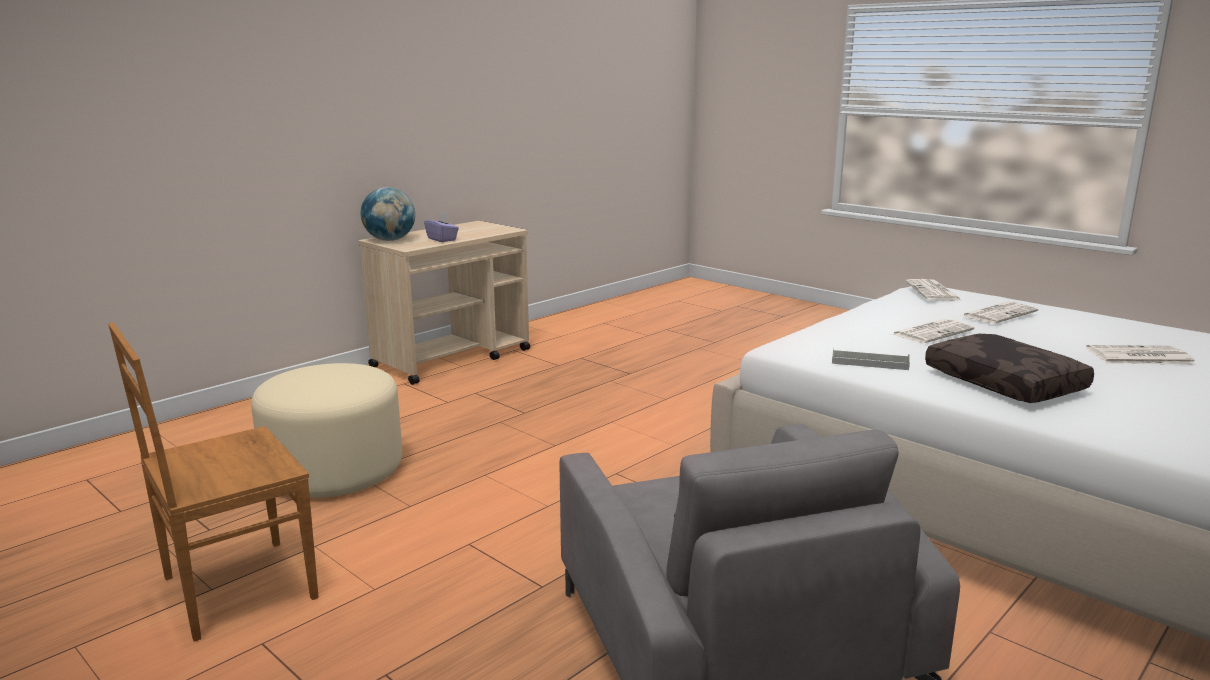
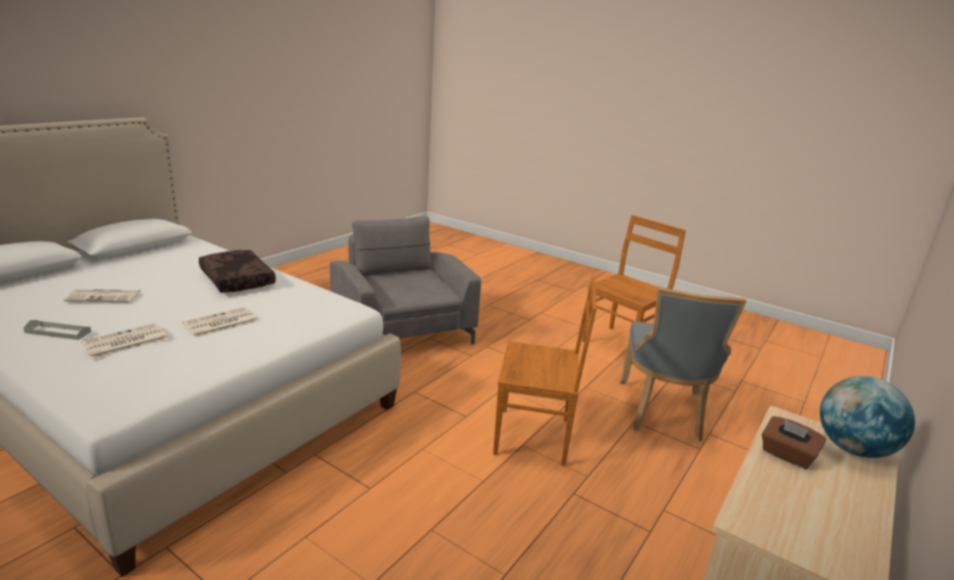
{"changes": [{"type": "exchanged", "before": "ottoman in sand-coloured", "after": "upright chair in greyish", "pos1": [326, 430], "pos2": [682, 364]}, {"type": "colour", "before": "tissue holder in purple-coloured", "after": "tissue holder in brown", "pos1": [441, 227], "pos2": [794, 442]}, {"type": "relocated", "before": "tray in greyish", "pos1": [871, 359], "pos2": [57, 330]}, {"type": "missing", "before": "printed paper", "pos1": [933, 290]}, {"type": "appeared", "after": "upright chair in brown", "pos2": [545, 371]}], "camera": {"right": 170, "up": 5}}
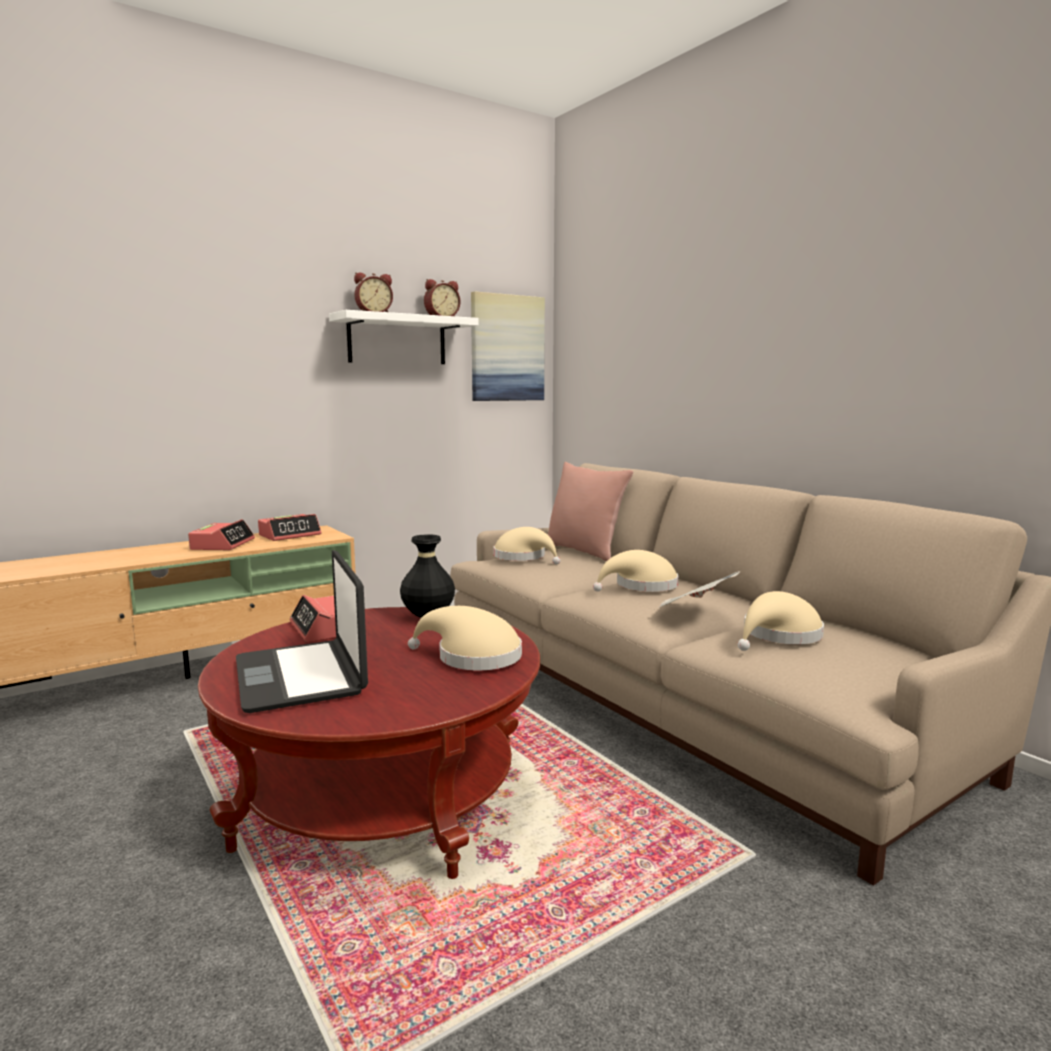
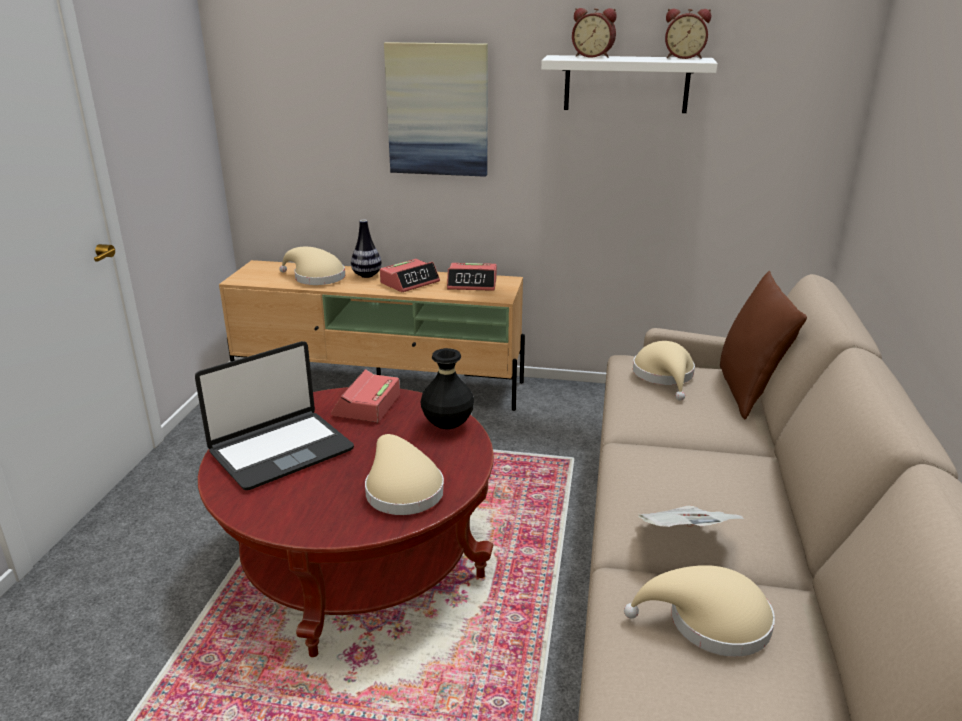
{"changes": [{"type": "spun", "before": "notebook computer", "pos1": [302, 631], "pos2": [274, 415], "turn": -150}, {"type": "relocated", "before": "picture", "pos1": [508, 346], "pos2": [436, 109]}, {"type": "colour", "before": "throw pillow in pink-coloured", "after": "throw pillow in brown", "pos1": [590, 512], "pos2": [763, 345]}, {"type": "relocated", "before": "wearable hat in sand-coloured", "pos1": [635, 571], "pos2": [312, 266]}, {"type": "appeared", "after": "vase", "pos2": [366, 249]}], "camera": {"right": 45, "up": 15}}
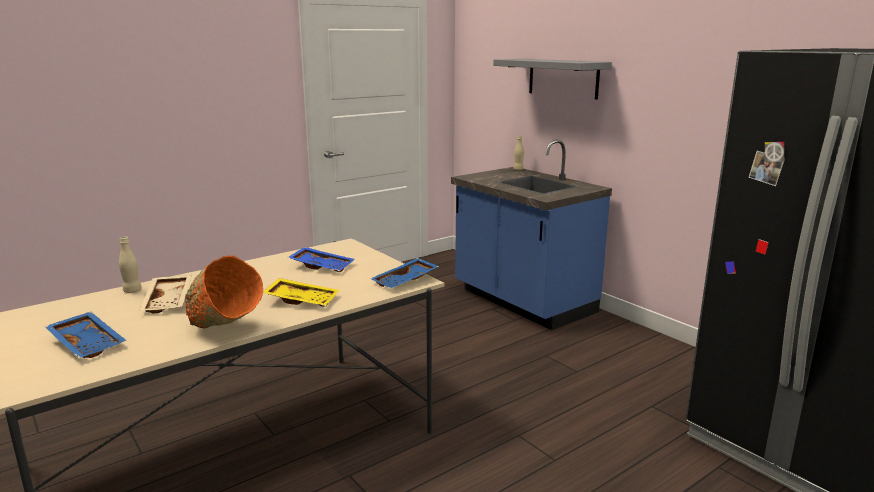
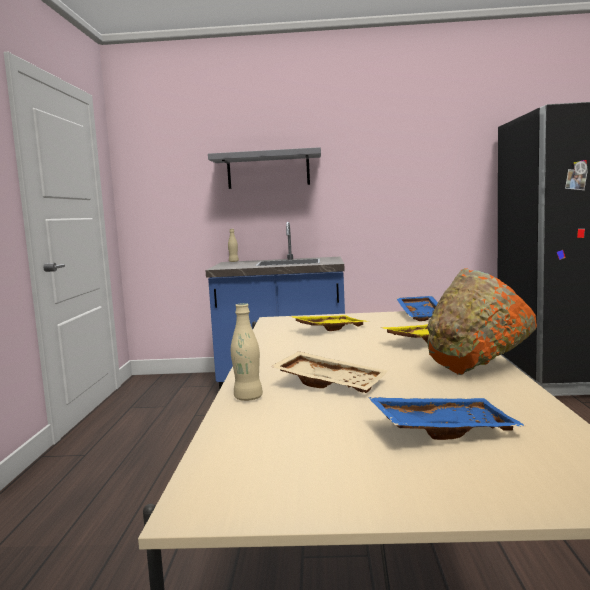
{"changes": [{"type": "colour", "before": "tray in blue-coloured", "after": "tray in yellowish", "pos1": [320, 259], "pos2": [329, 323]}], "camera": {"right": -50, "up": -10}}
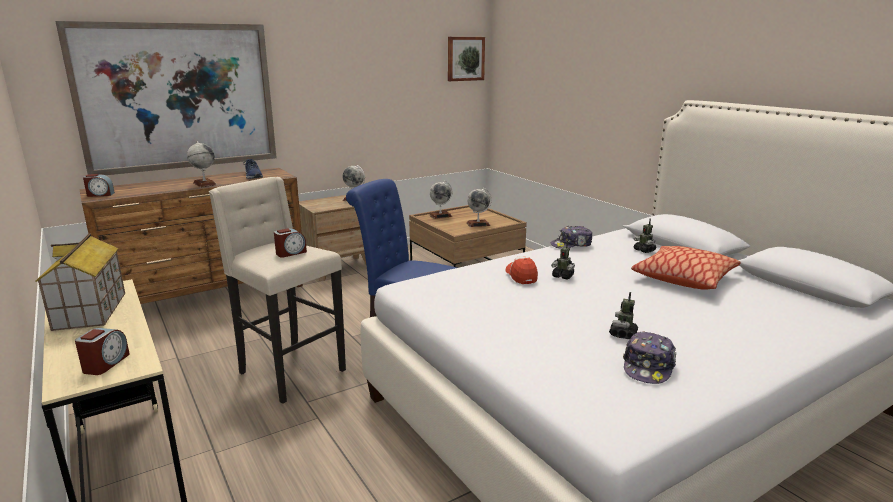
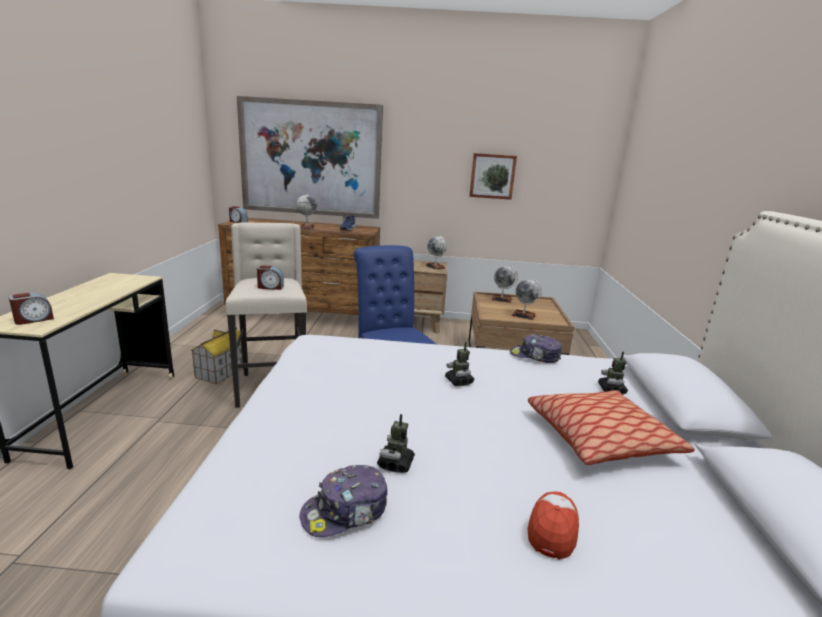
{"changes": [{"type": "relocated", "before": "model house", "pos1": [80, 282], "pos2": [217, 355]}, {"type": "relocated", "before": "picture", "pos1": [466, 59], "pos2": [493, 176]}, {"type": "relocated", "before": "baseball cap", "pos1": [521, 270], "pos2": [553, 525]}, {"type": "spun", "before": "model robot", "pos1": [623, 315], "pos2": [396, 443], "turn": -45}], "camera": {"right": 35, "up": 0}}
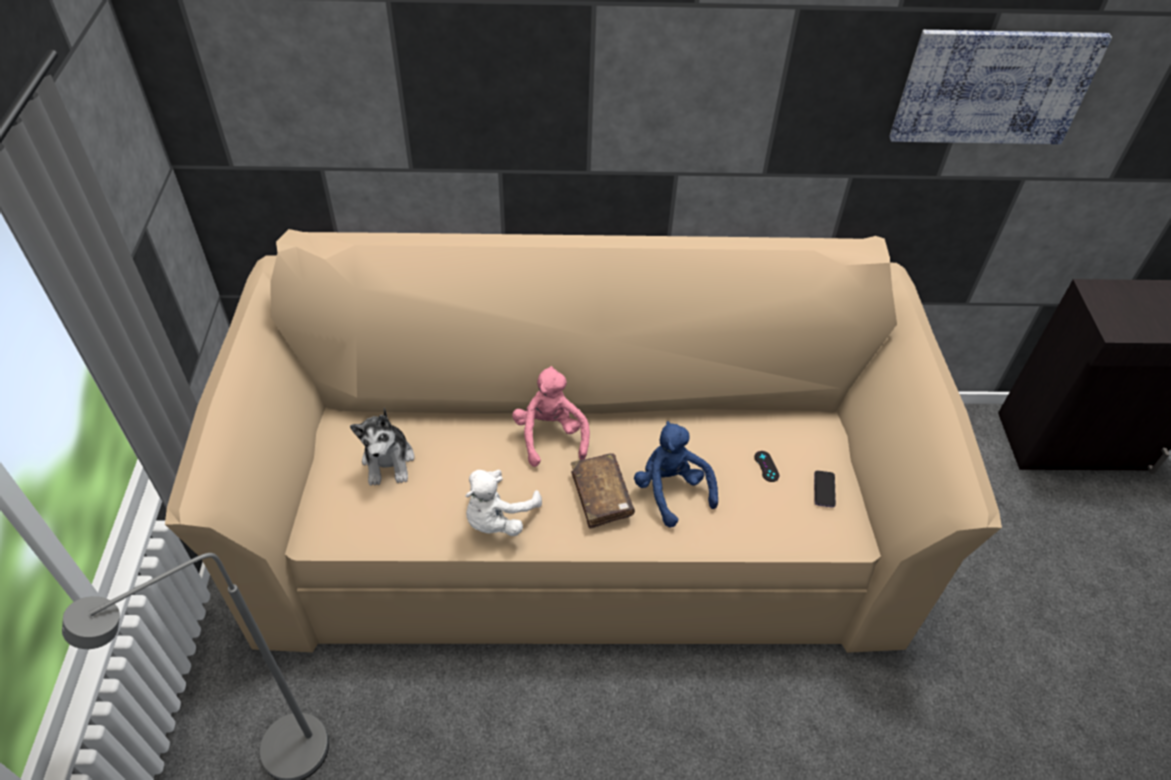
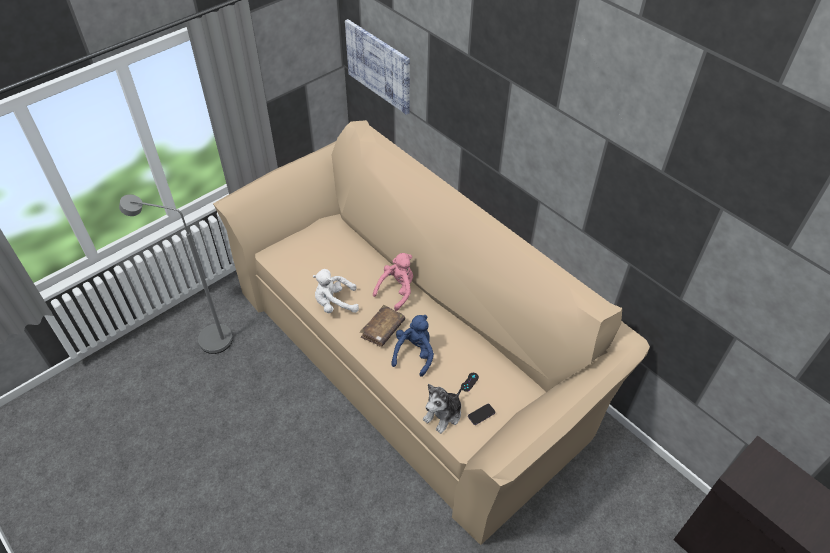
{"changes": [{"type": "relocated", "before": "cuddly toy", "pos1": [382, 447], "pos2": [442, 409]}, {"type": "relocated", "before": "picture", "pos1": [1000, 87], "pos2": [377, 67]}], "camera": {"right": 50, "up": 0}}
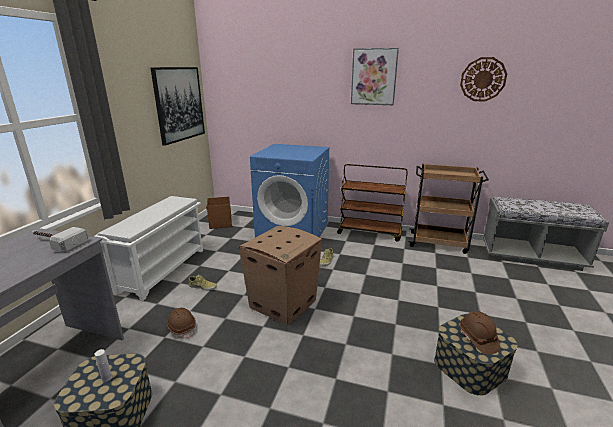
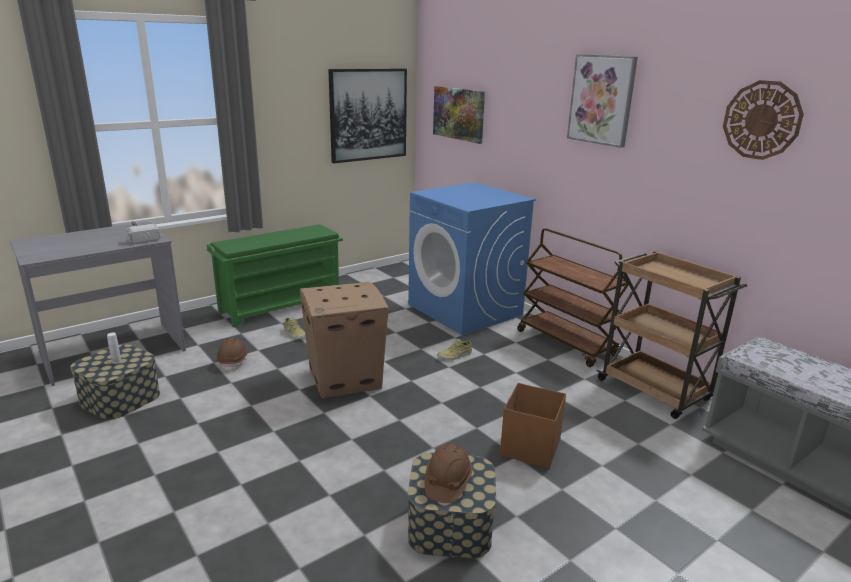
{"changes": [{"type": "colour", "before": "shoe shelf in white", "after": "shoe shelf in green-coloured", "pos1": [148, 248], "pos2": [275, 275]}, {"type": "relocated", "before": "storage box in brown", "pos1": [219, 213], "pos2": [533, 426]}, {"type": "appeared", "after": "picture", "pos2": [459, 115]}], "camera": {"right": 35, "up": 0}}
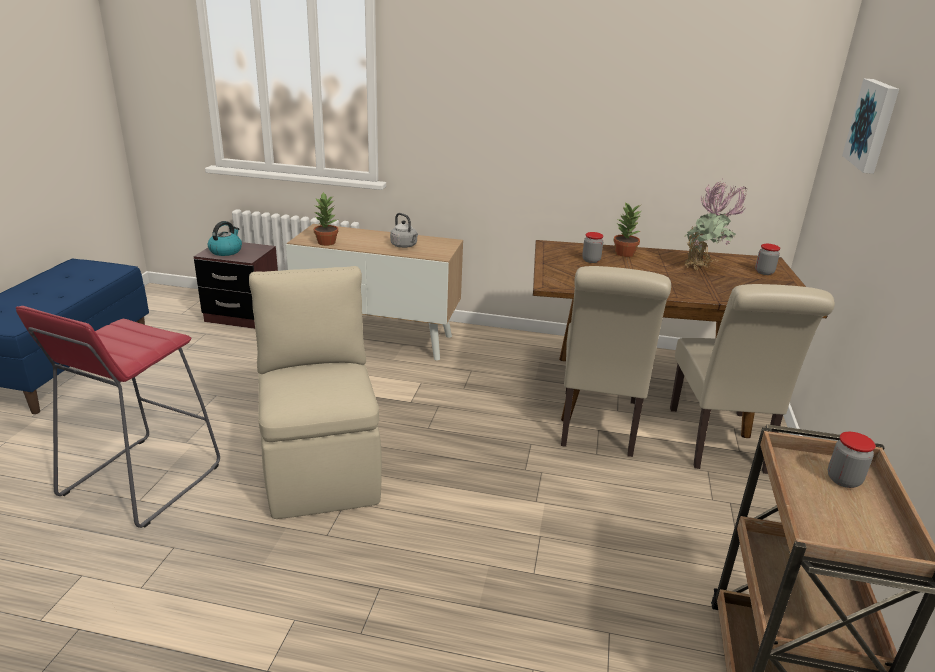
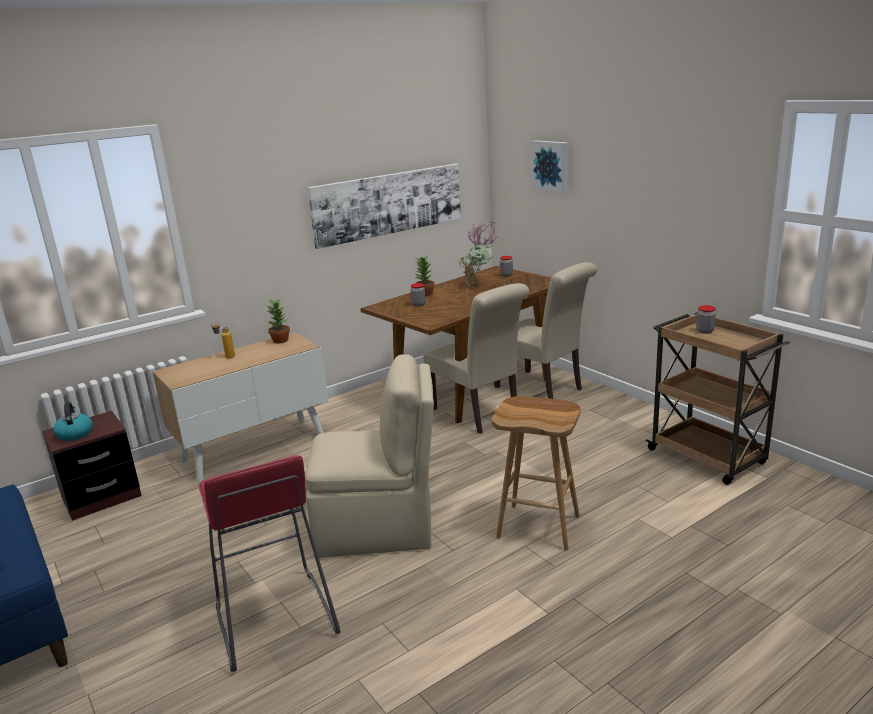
{"changes": [{"type": "spun", "before": "upright chair in sand-coloured", "pos1": [315, 392], "pos2": [369, 456], "turn": 150}, {"type": "relocated", "before": "plant in a pot", "pos1": [325, 219], "pos2": [278, 320]}, {"type": "missing", "before": "tea kettle in greyish", "pos1": [404, 230]}, {"type": "appeared", "after": "beverage bottle", "pos2": [223, 340]}, {"type": "appeared", "after": "picture", "pos2": [384, 206]}, {"type": "appeared", "after": "sitting stool in brown", "pos2": [536, 473]}], "camera": {"right": -45, "up": -5}}
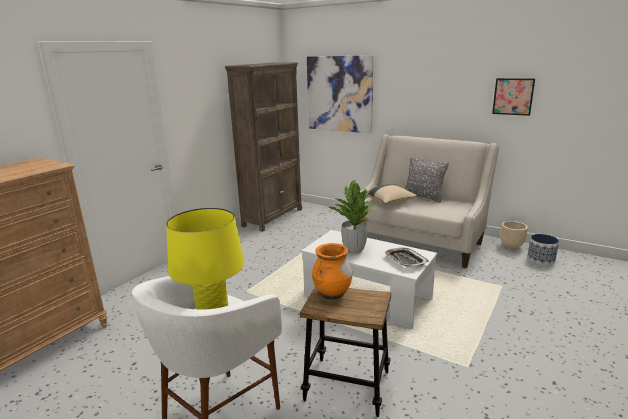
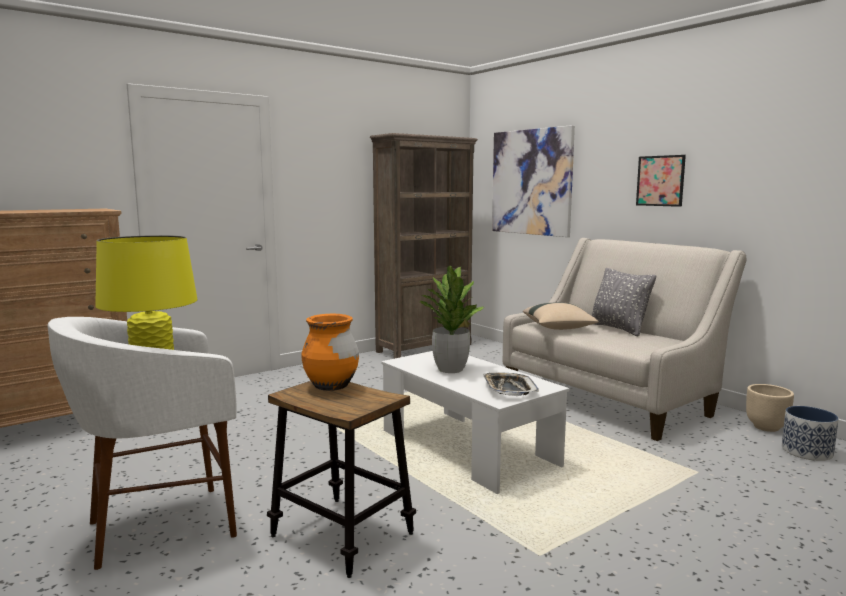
{"changes": [{"type": "relocated", "before": "picture", "pos1": [513, 97], "pos2": [661, 181]}], "camera": {"right": 20, "up": -10}}
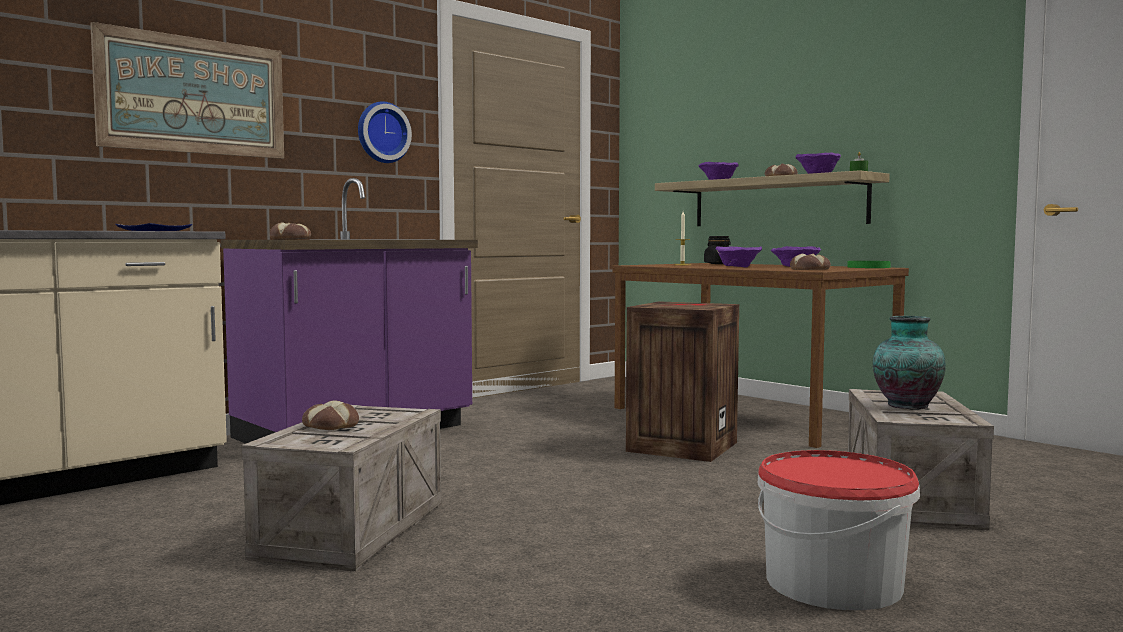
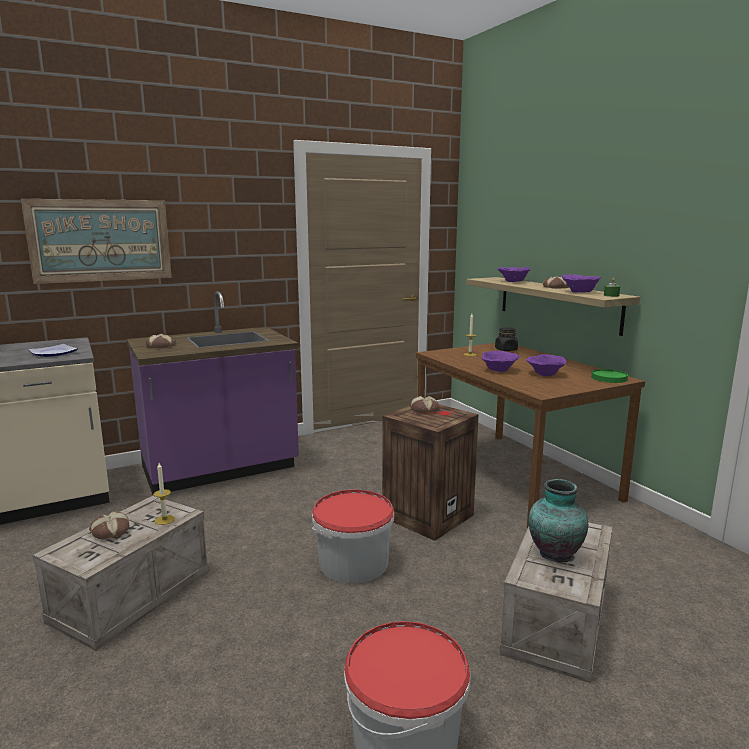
{"changes": [{"type": "missing", "before": "clock on the wall", "pos1": [385, 132]}, {"type": "relocated", "before": "bread", "pos1": [810, 262], "pos2": [425, 404]}, {"type": "appeared", "after": "wax candle", "pos2": [164, 494]}, {"type": "appeared", "after": "pail", "pos2": [353, 537]}], "camera": {"right": 15, "up": 10}}
